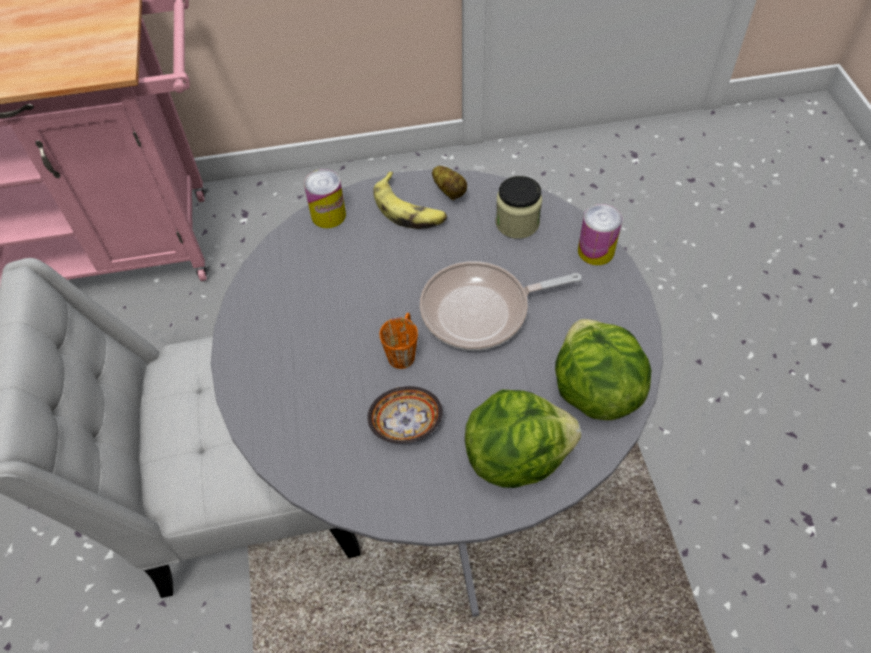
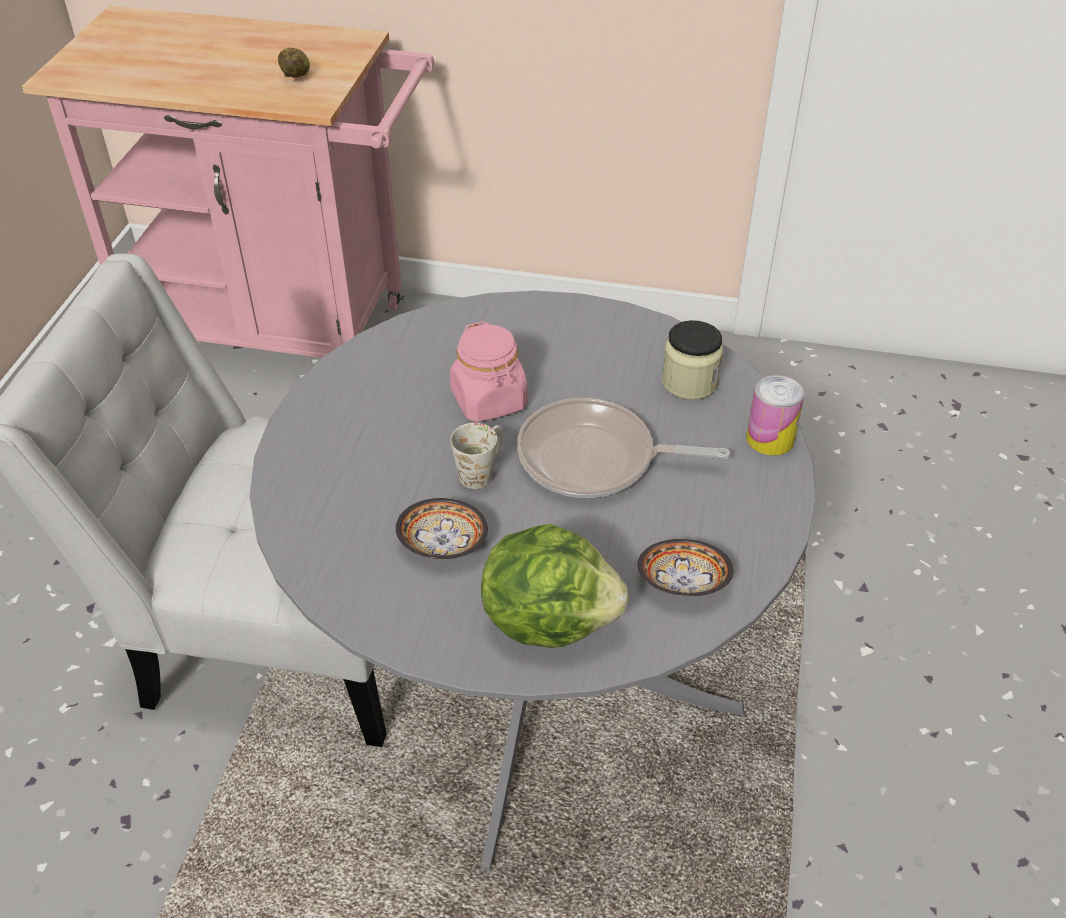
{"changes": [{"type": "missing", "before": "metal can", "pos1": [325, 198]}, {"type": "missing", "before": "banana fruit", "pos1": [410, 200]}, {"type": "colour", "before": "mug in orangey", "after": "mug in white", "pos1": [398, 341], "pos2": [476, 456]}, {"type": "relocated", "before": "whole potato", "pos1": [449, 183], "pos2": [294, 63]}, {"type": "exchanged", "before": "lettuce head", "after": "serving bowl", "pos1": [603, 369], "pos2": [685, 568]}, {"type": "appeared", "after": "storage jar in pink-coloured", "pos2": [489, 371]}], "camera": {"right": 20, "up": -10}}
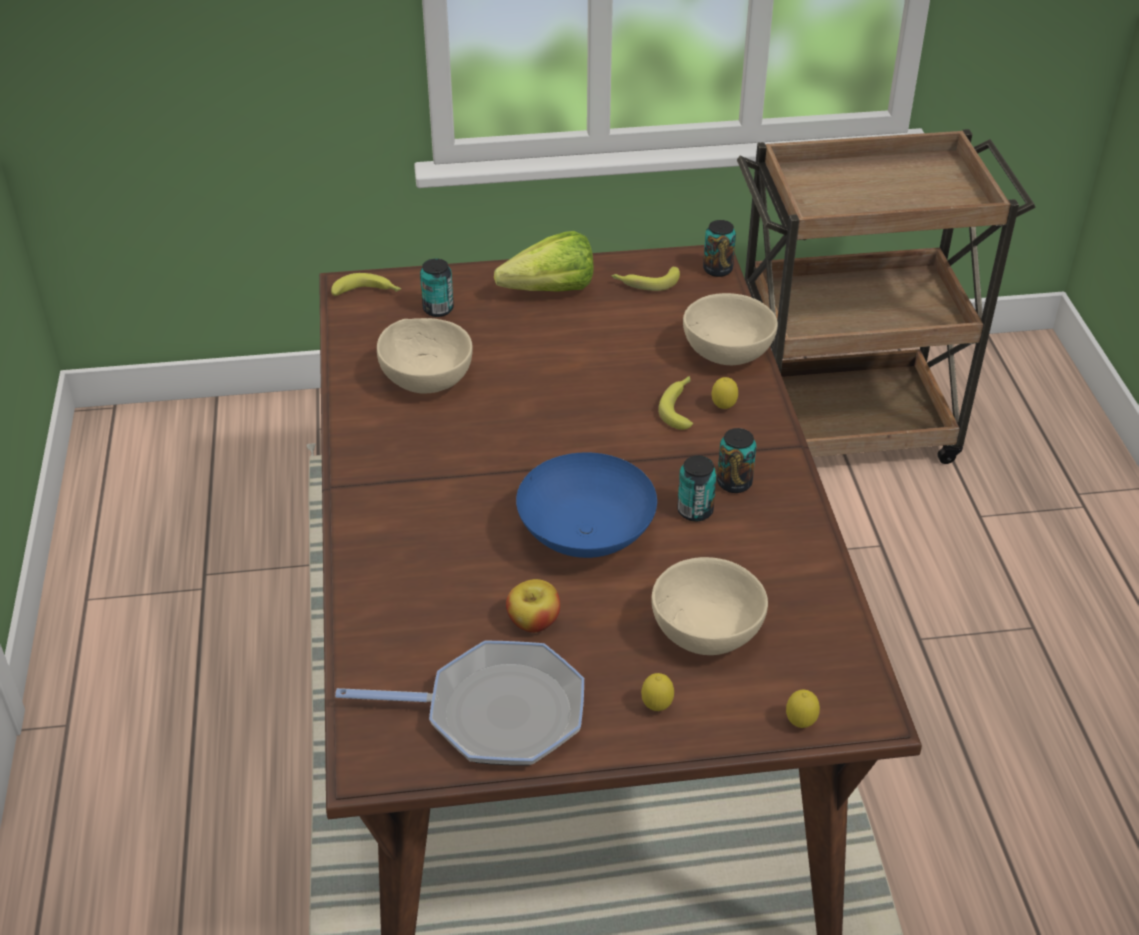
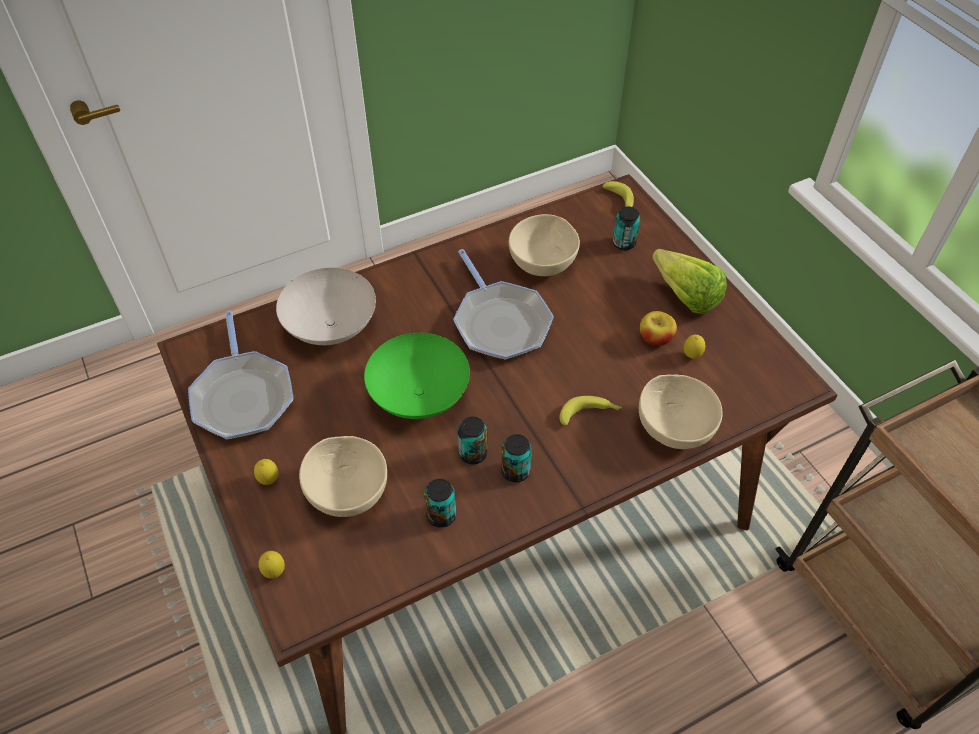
{"changes": [{"type": "relocated", "before": "apple fruit", "pos1": [533, 606], "pos2": [658, 328]}, {"type": "colour", "before": "serving bowl in blue-coloured", "after": "serving bowl in green-coloured", "pos1": [586, 505], "pos2": [417, 376]}, {"type": "missing", "before": "banana fruit", "pos1": [645, 278]}, {"type": "relocated", "before": "metal can", "pos1": [719, 248], "pos2": [440, 503]}, {"type": "relocated", "before": "lemon", "pos1": [725, 393], "pos2": [694, 347]}, {"type": "appeared", "after": "serving bowl in white", "pos2": [326, 306]}, {"type": "appeared", "after": "frying pan", "pos2": [503, 304]}], "camera": {"right": 70, "up": 10}}
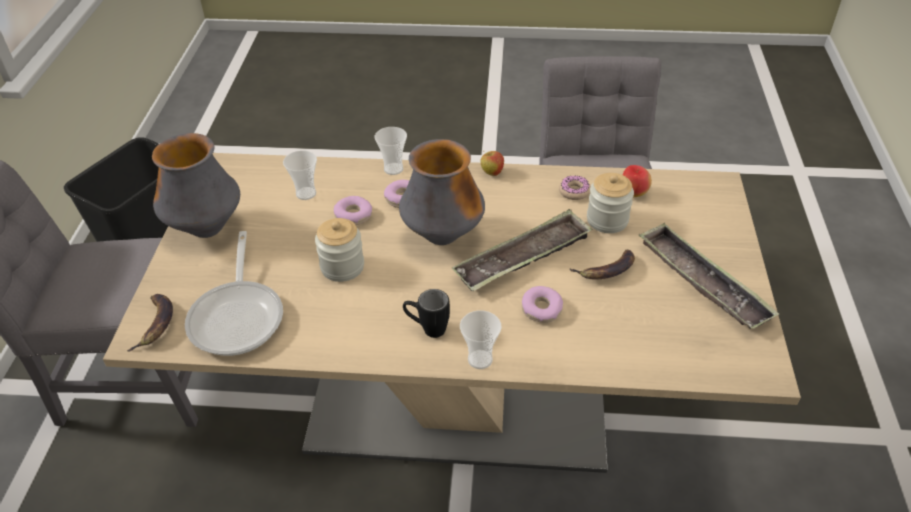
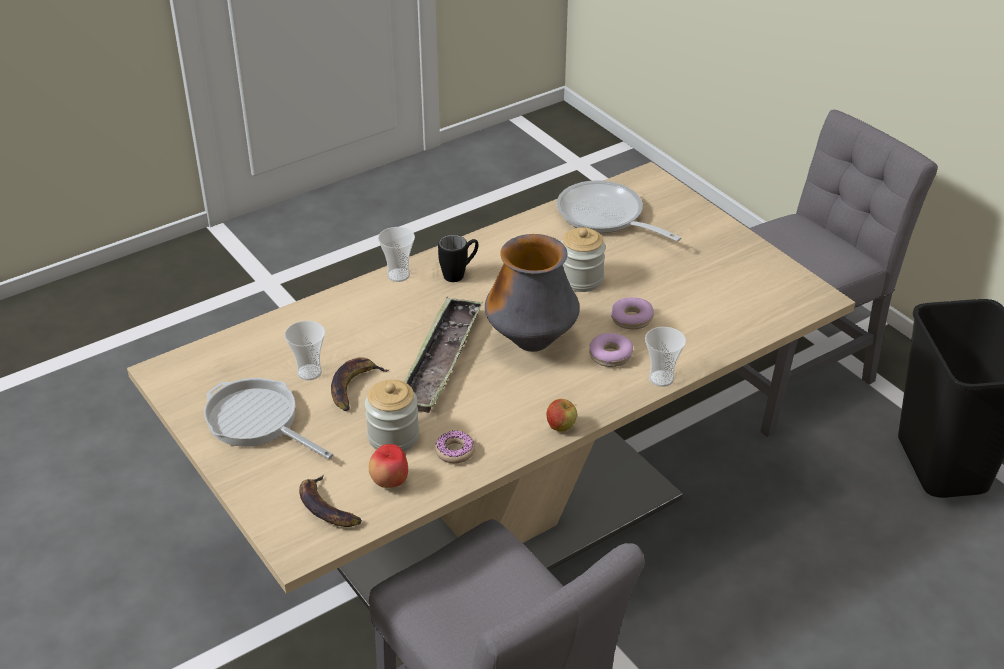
{"changes": [{"type": "relocated", "before": "banana fruit", "pos1": [150, 323], "pos2": [330, 501]}, {"type": "missing", "before": "vase", "pos1": [196, 185]}, {"type": "relocated", "before": "cup", "pos1": [300, 175], "pos2": [305, 350]}, {"type": "missing", "before": "donut", "pos1": [542, 304]}, {"type": "exchanged", "before": "tray", "after": "frying pan", "pos1": [709, 276], "pos2": [268, 418]}], "camera": {"right": 140, "up": -5}}
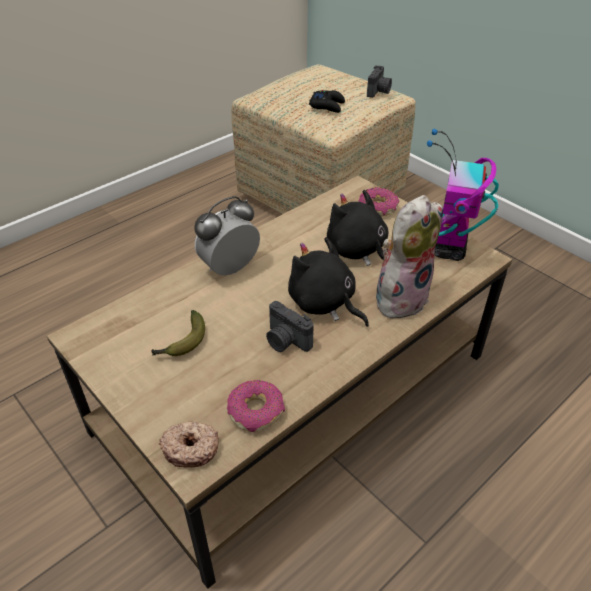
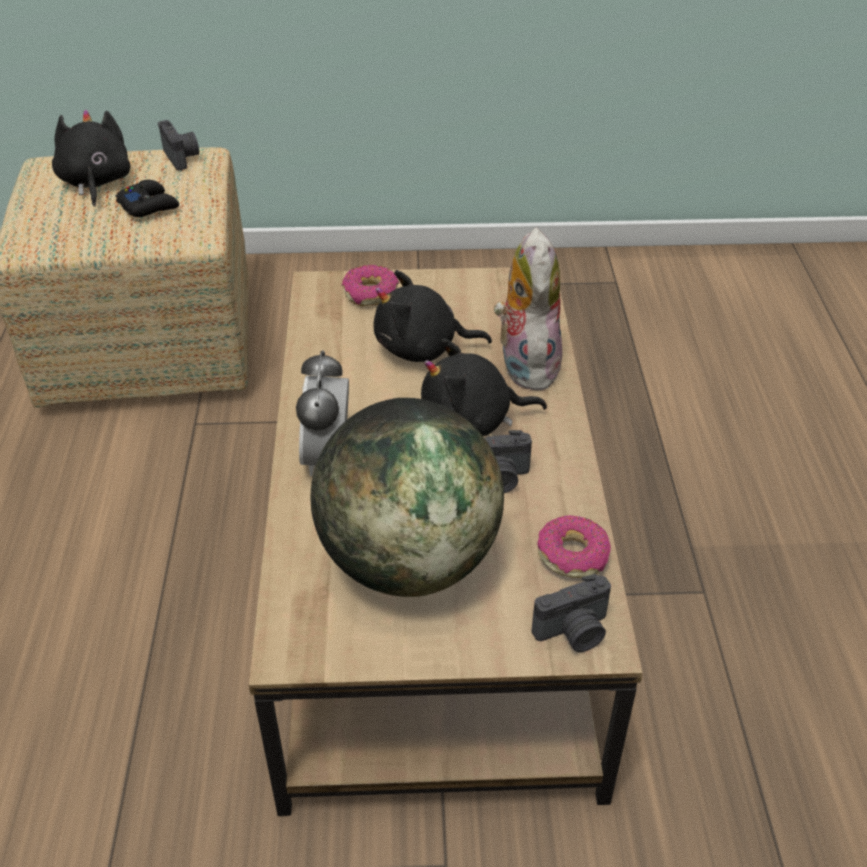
{"changes": [{"type": "exchanged", "before": "banana fruit", "after": "desk globe", "pos1": [178, 333], "pos2": [407, 497]}, {"type": "exchanged", "before": "donut", "after": "still camera", "pos1": [189, 444], "pos2": [571, 613]}, {"type": "missing", "before": "model robot", "pos1": [462, 195]}, {"type": "appeared", "after": "cuddly toy in blackish", "pos2": [91, 158]}], "camera": {"right": -50, "up": 0}}
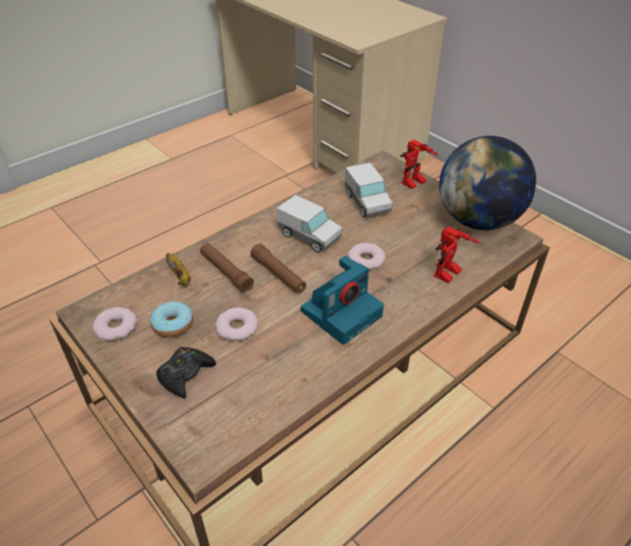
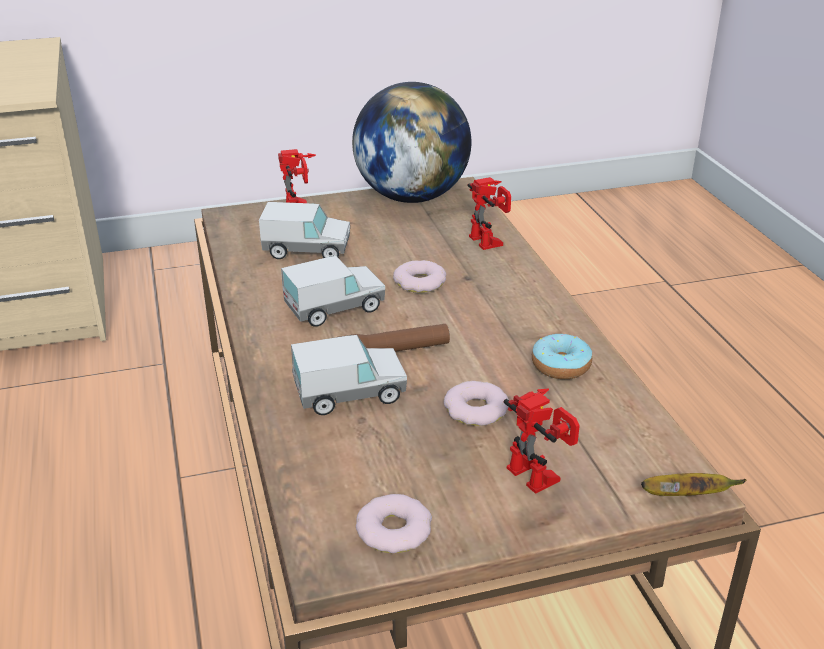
{"changes": [{"type": "relocated", "before": "donut", "pos1": [171, 319], "pos2": [562, 356]}, {"type": "exchanged", "before": "game controller in blackish", "after": "model robot", "pos1": [186, 372], "pos2": [542, 441]}, {"type": "relocated", "before": "banana fruit", "pos1": [178, 269], "pos2": [694, 484]}, {"type": "exchanged", "before": "flashlight in brown", "after": "model truck", "pos1": [227, 267], "pos2": [349, 375]}, {"type": "missing", "before": "still camera", "pos1": [342, 300]}], "camera": {"right": -65, "up": -10}}
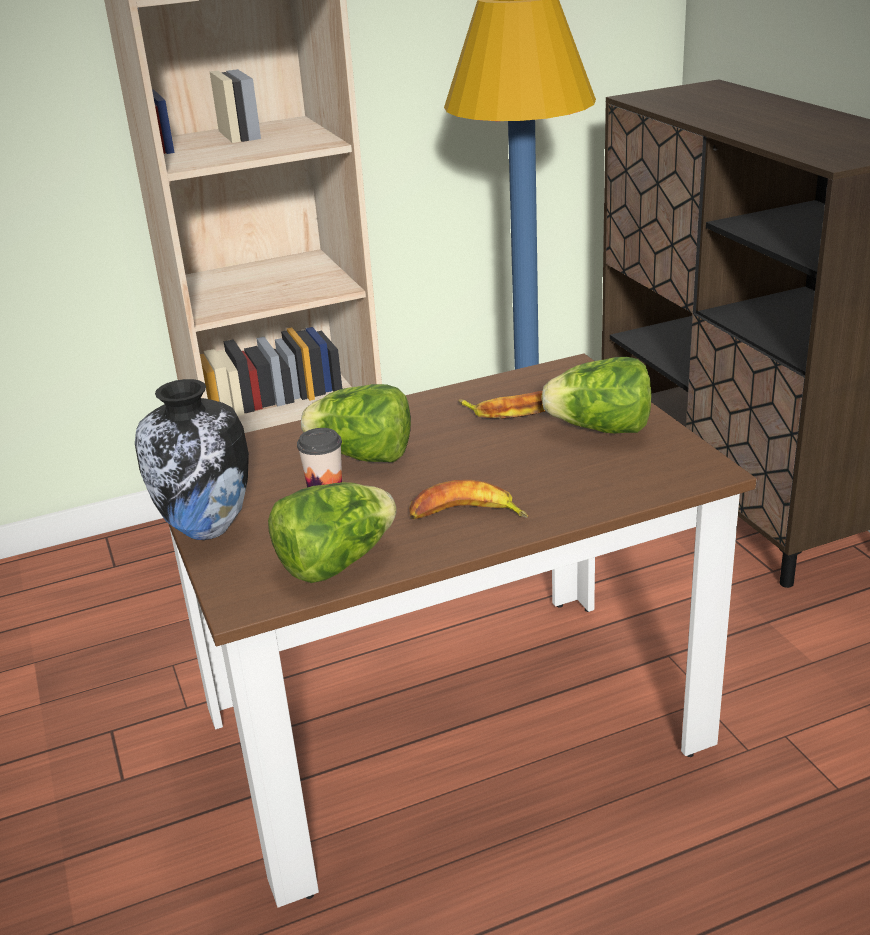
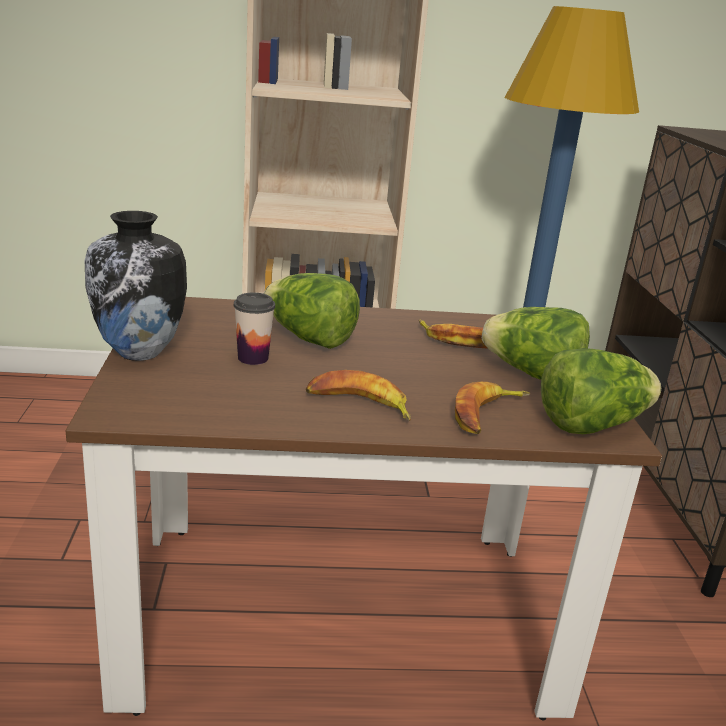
{"changes": [{"type": "relocated", "before": "lettuce head", "pos1": [332, 532], "pos2": [601, 391]}, {"type": "appeared", "after": "banana fruit", "pos2": [492, 408]}], "camera": {"right": 15, "up": -5}}
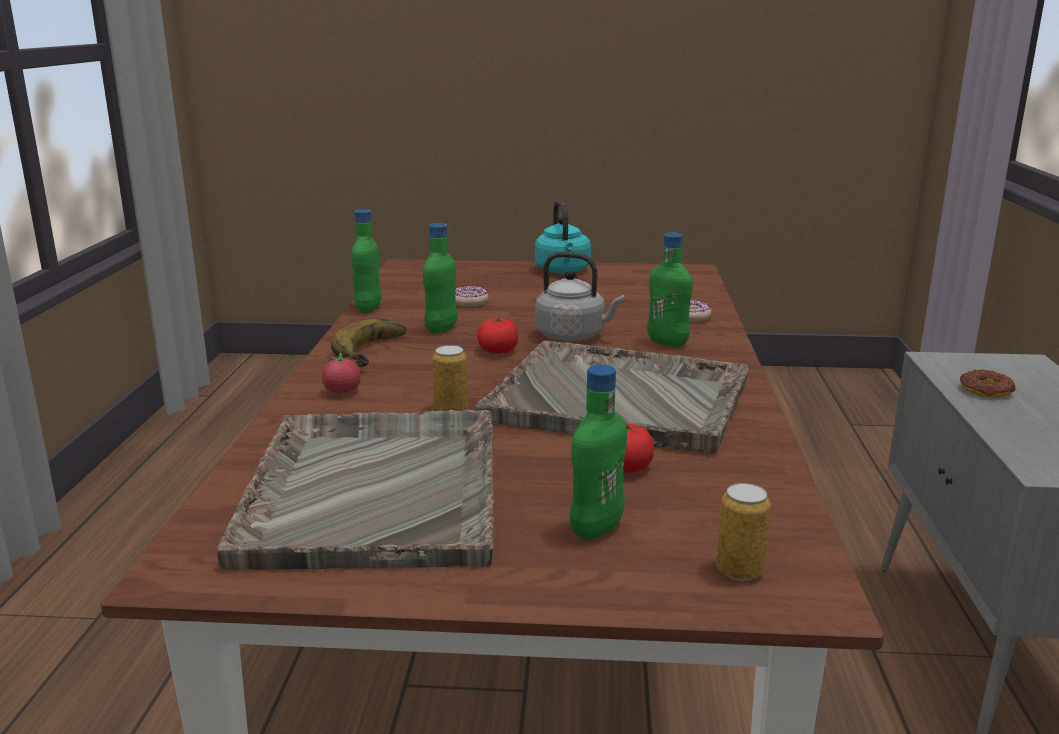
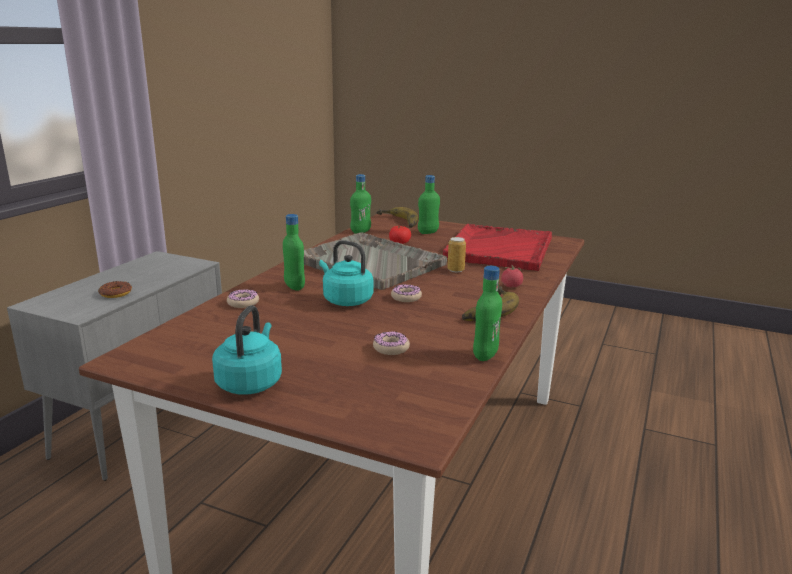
{"changes": [{"type": "colour", "before": "tray in greyish", "after": "tray in red-coloured", "pos1": [355, 490], "pos2": [497, 247]}, {"type": "relocated", "before": "beverage bottle in green-coloured", "pos1": [440, 278], "pos2": [360, 204]}, {"type": "exchanged", "before": "fresh tomato", "after": "donut", "pos1": [497, 336], "pos2": [406, 293]}, {"type": "colour", "before": "tea kettle in greyish", "after": "tea kettle in turquoise", "pos1": [579, 296], "pos2": [346, 273]}, {"type": "exchanged", "before": "metal can", "after": "banana fruit", "pos1": [743, 532], "pos2": [397, 217]}], "camera": {"right": -160, "up": 0}}
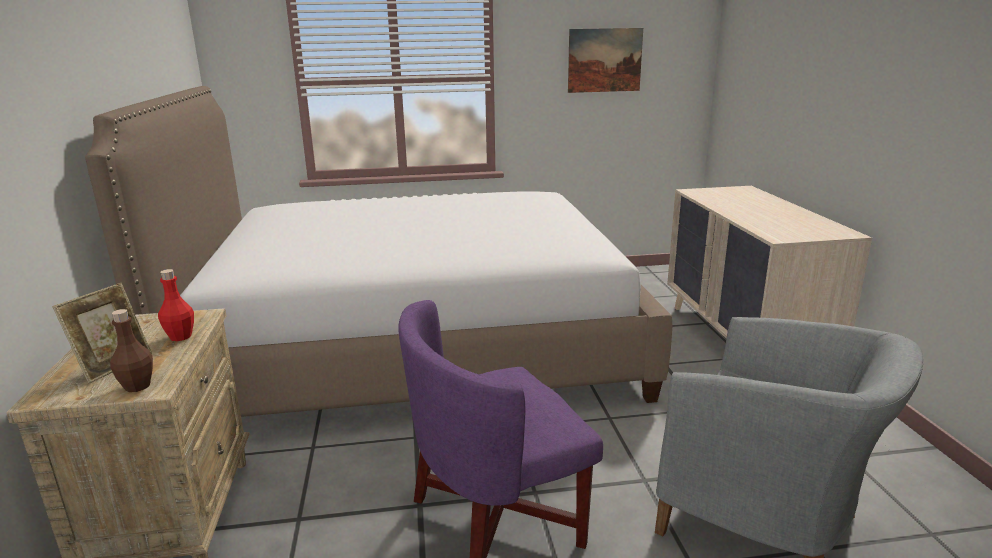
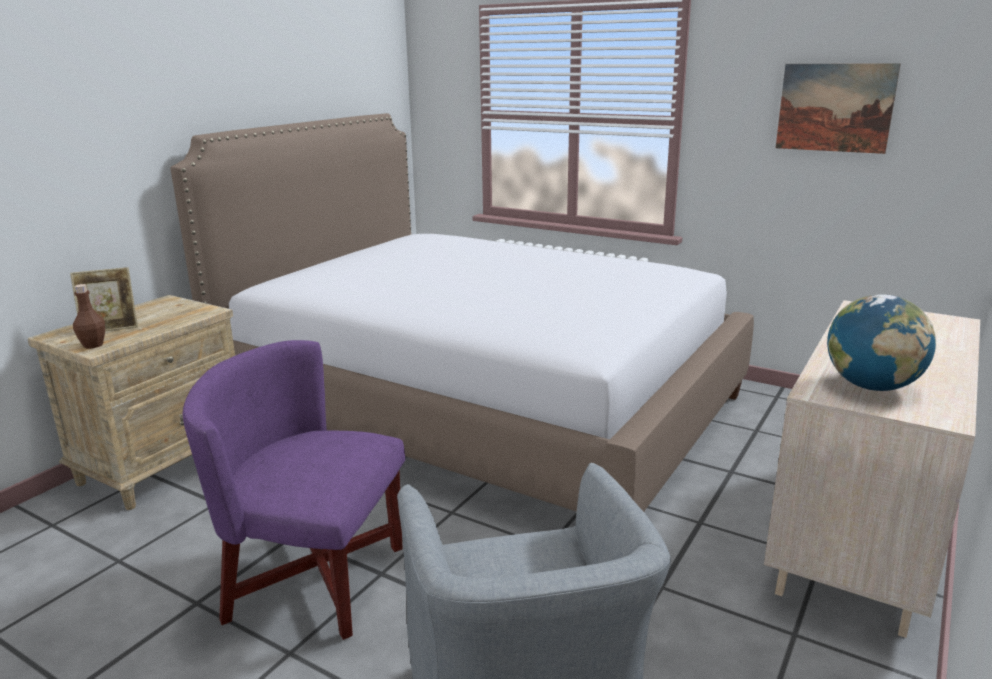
{"changes": [{"type": "missing", "before": "beverage bottle in red-coloured", "pos1": [176, 305]}, {"type": "appeared", "after": "desk globe", "pos2": [881, 342]}], "camera": {"right": 40, "up": 0}}
